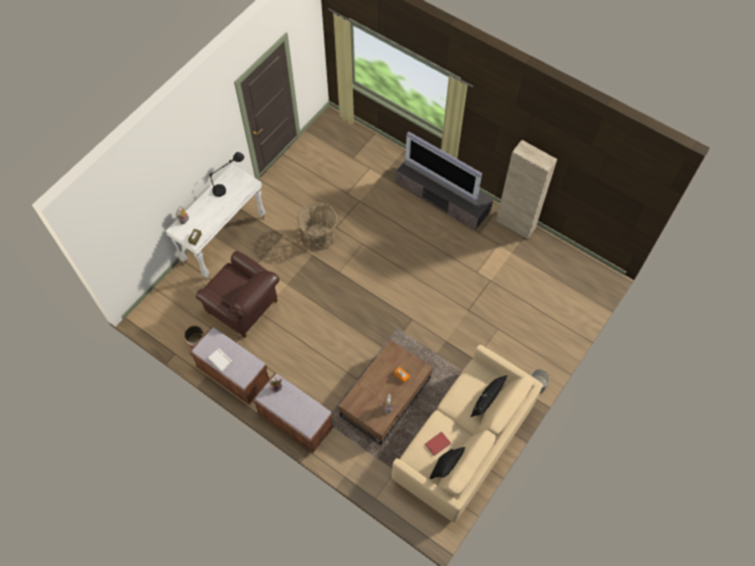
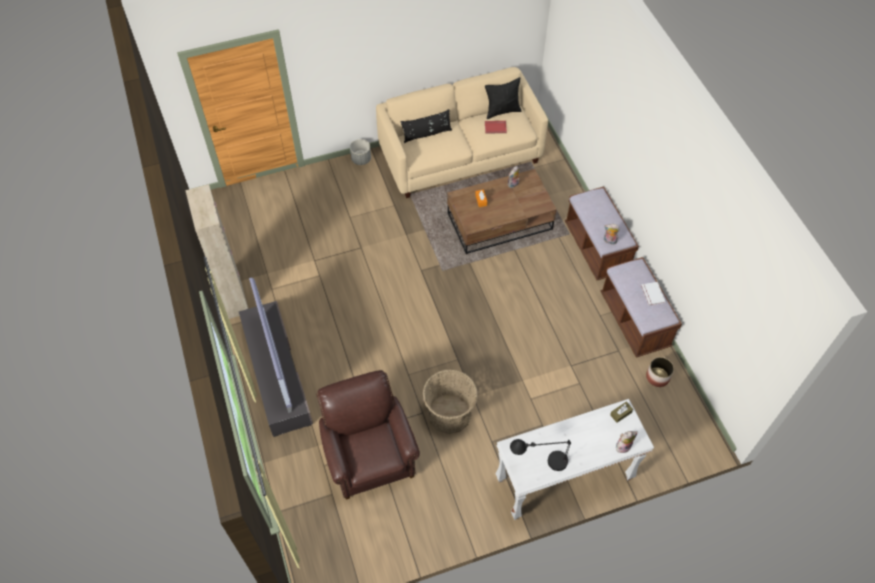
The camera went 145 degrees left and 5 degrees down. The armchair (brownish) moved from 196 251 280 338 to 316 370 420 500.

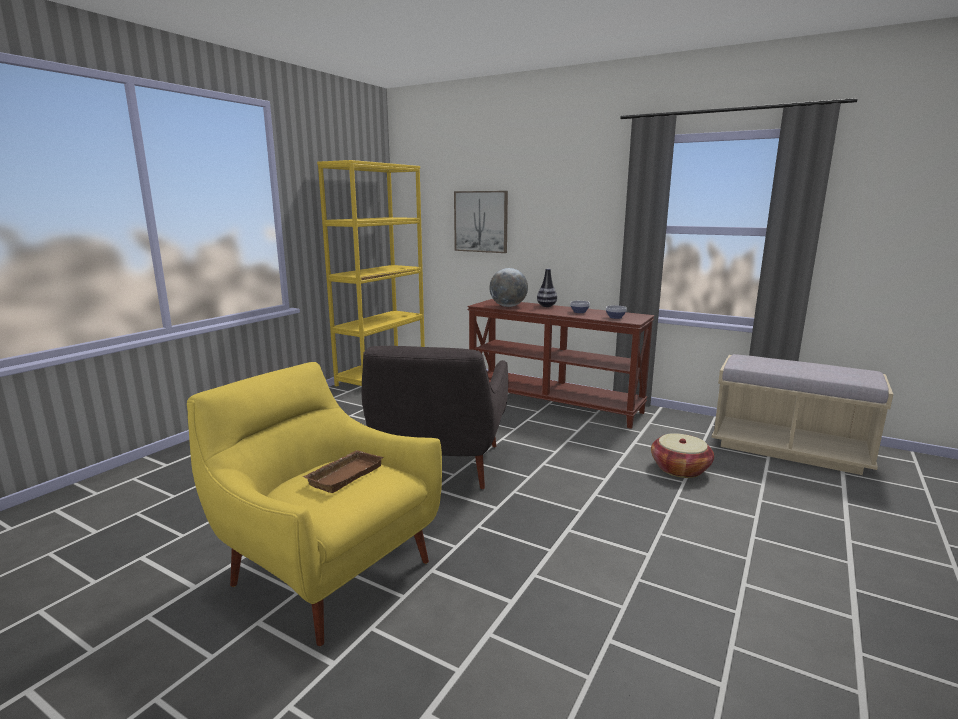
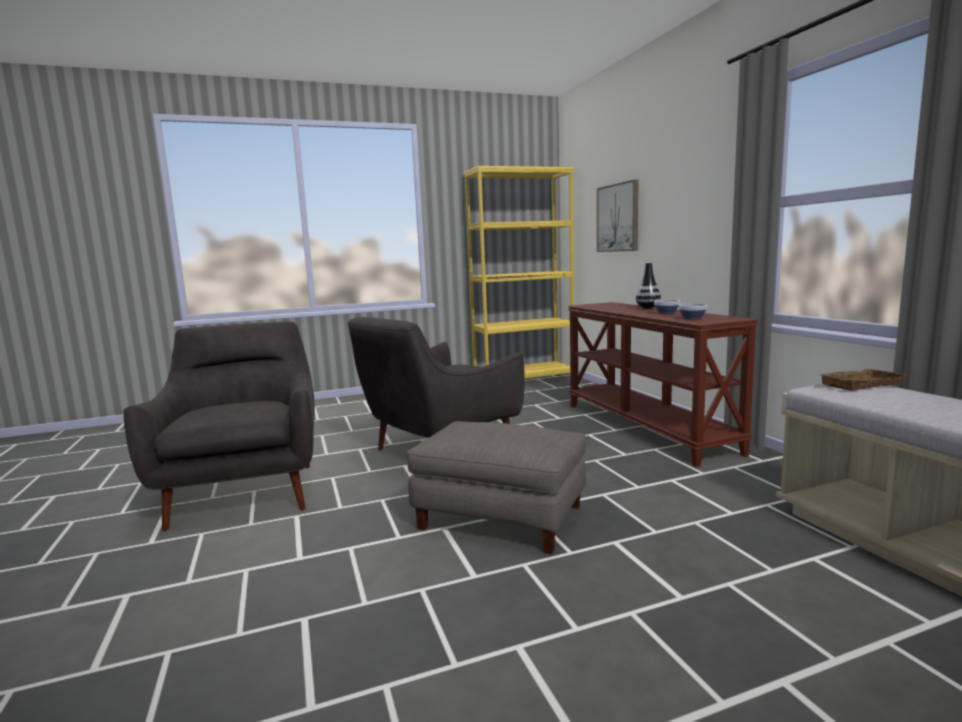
The camera went 40 degrees right and 5 degrees down. The armchair (yellow-coloured) at 187 362 442 646 became the armchair (gray) at 123 321 315 531. The serving tray (brownish) moved from 302 450 384 493 to 818 369 908 391. The world globe at 489 268 528 307 disappeared. The household basket at 651 433 714 478 disappeared. The pouffe (gray) at 407 421 586 554 appeared.

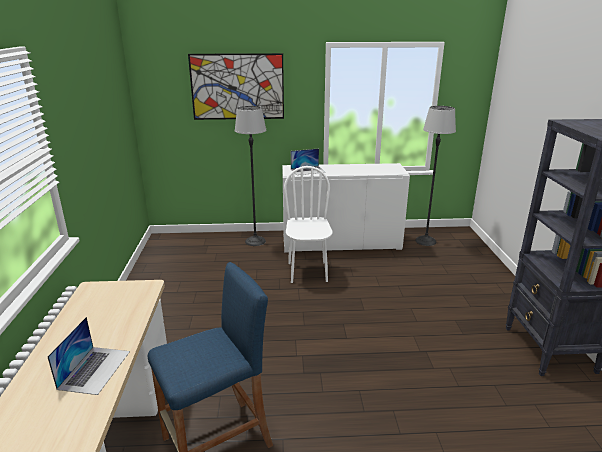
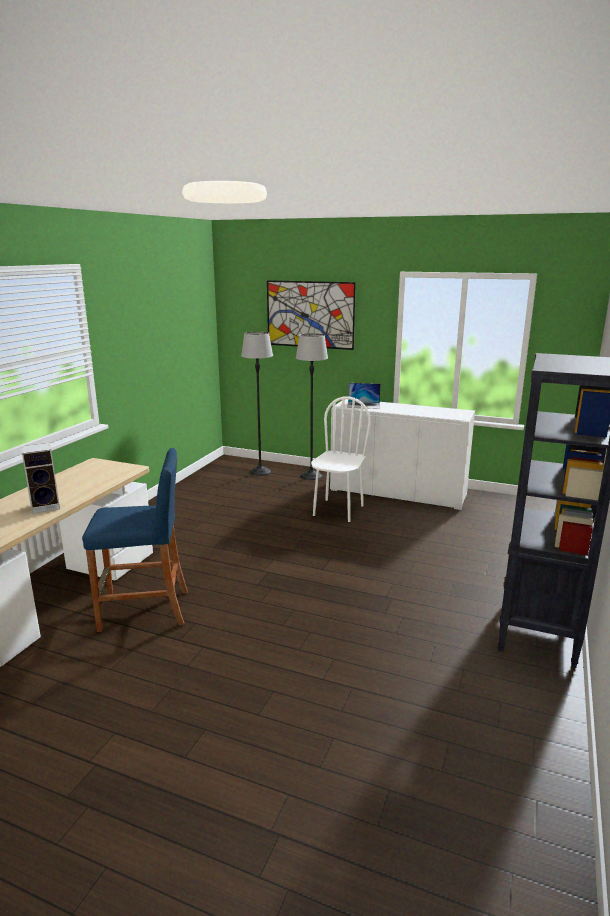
The camera went 25 degrees right and 5 degrees down. The notebook computer at 47 317 130 395 was replaced by the loudspeaker at 21 443 60 514. The floor lamp moved from 415 106 456 246 to 241 332 273 476.

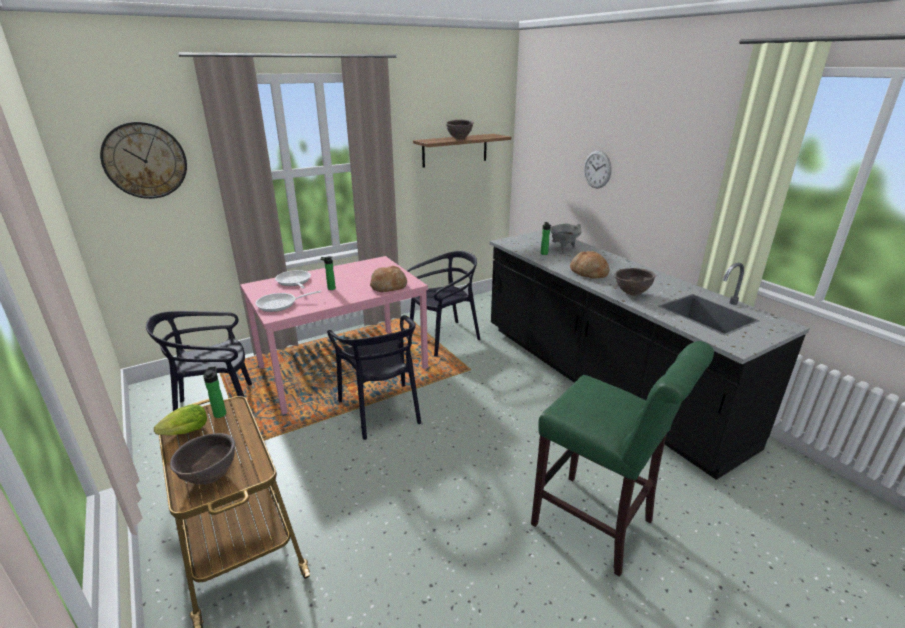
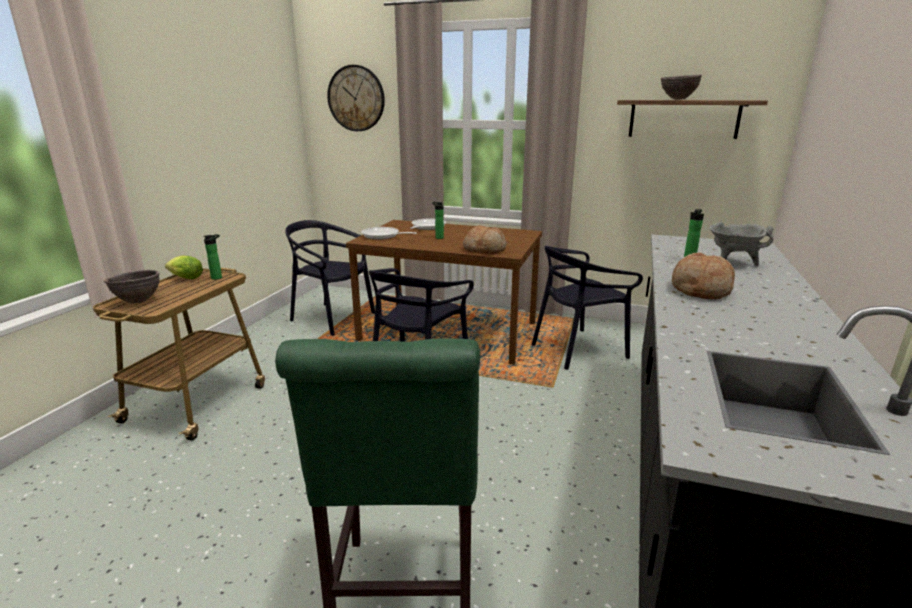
The camera went 50 degrees right and 5 degrees down. The dining table (pinkish) at 240 256 428 415 became the dining table (brownish) at 346 220 542 365. The plain chair (black) at 407 251 481 356 turned 135 degrees clockwise. The wall clock at 584 151 612 189 disappeared. The deep dish (brownish) at 615 268 656 296 disappeared.

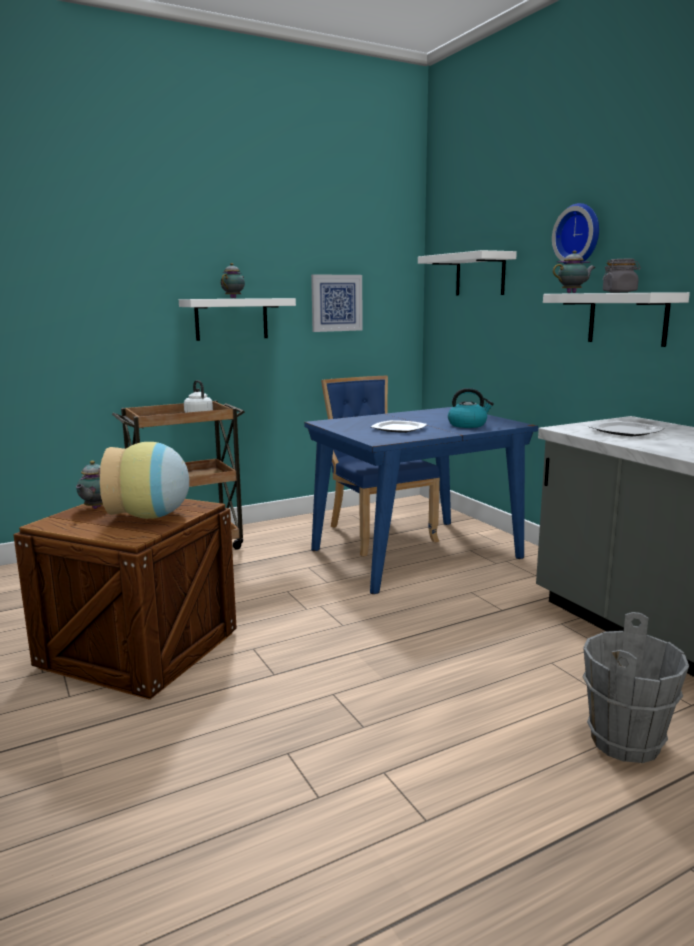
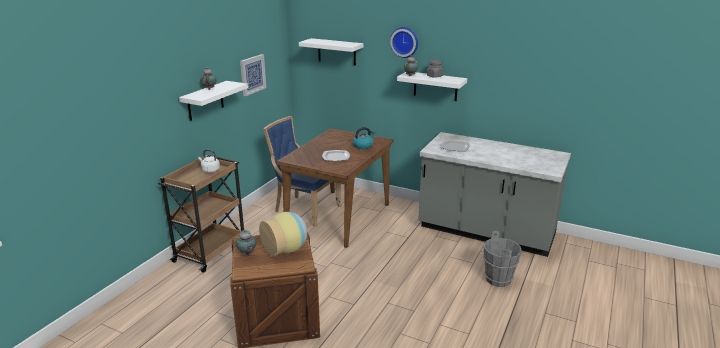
The camera went 35 degrees left and 10 degrees up. The dining table (blue) at 304 407 538 594 became the dining table (brownish) at 276 128 394 248.

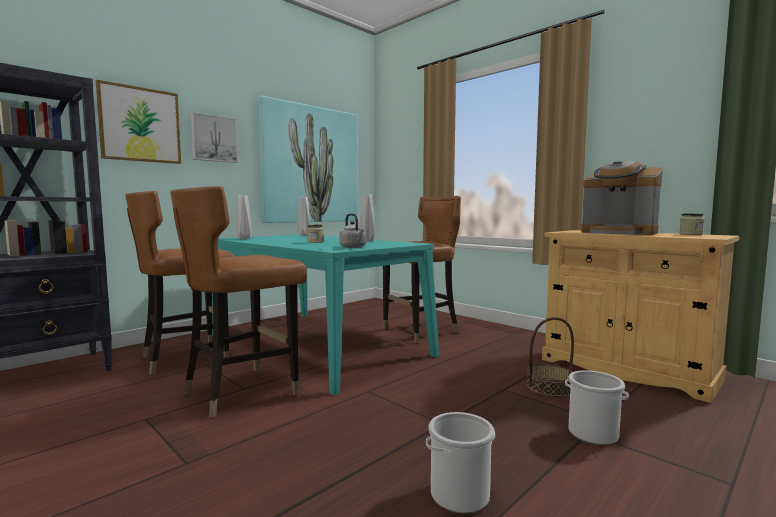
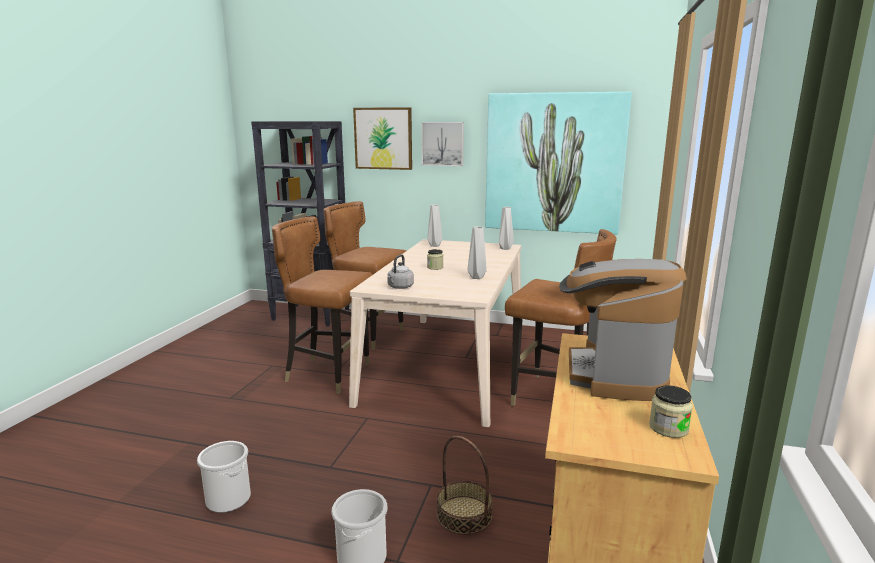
The camera went 60 degrees right and 10 degrees up. The dining table (turquoise) at 212 235 439 395 became the dining table (beige) at 349 239 521 427.

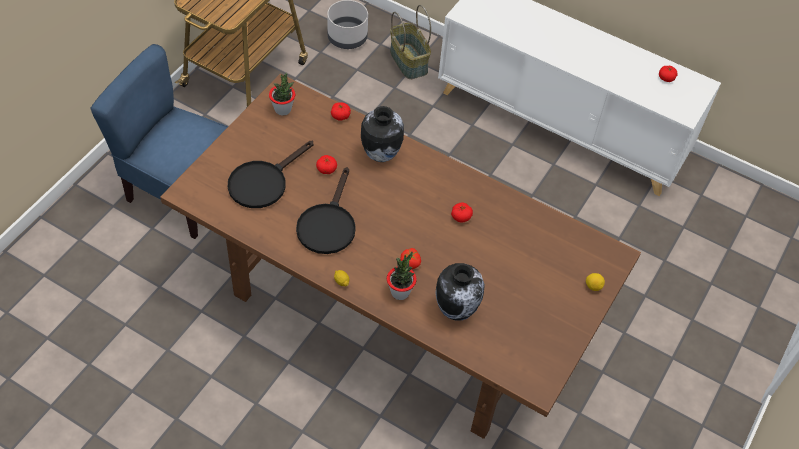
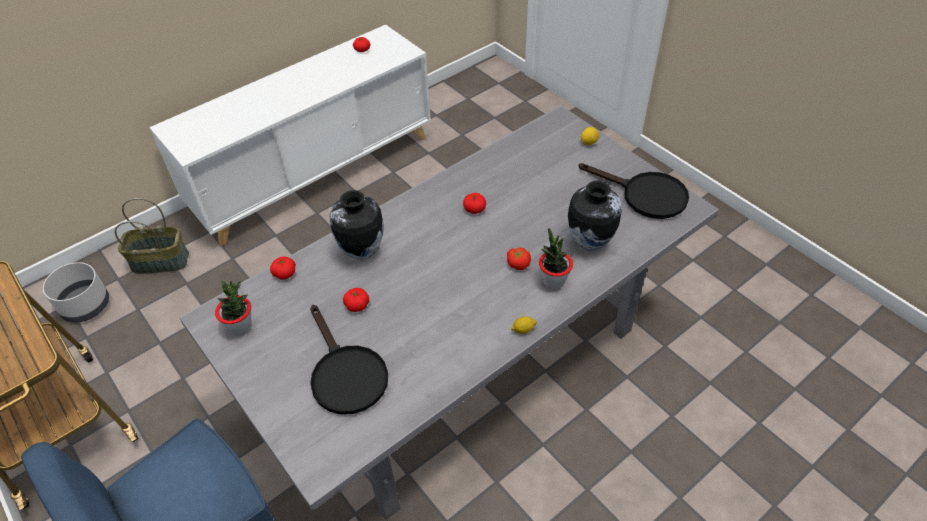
The camera went 65 degrees left and 5 degrees down. The dining table (brownish) at 160 74 641 439 became the dining table (gray) at 179 105 719 520. The pan (black) moved from 296 167 356 254 to 579 163 689 219.

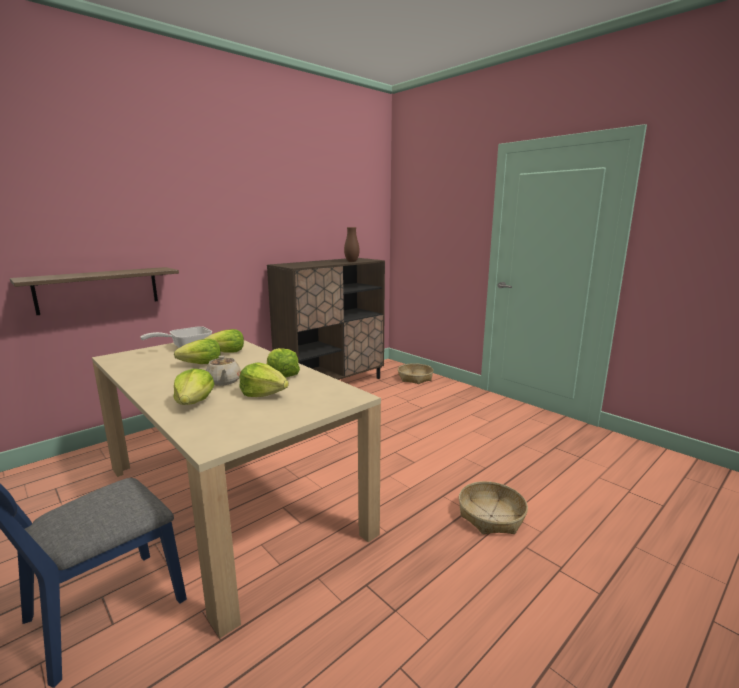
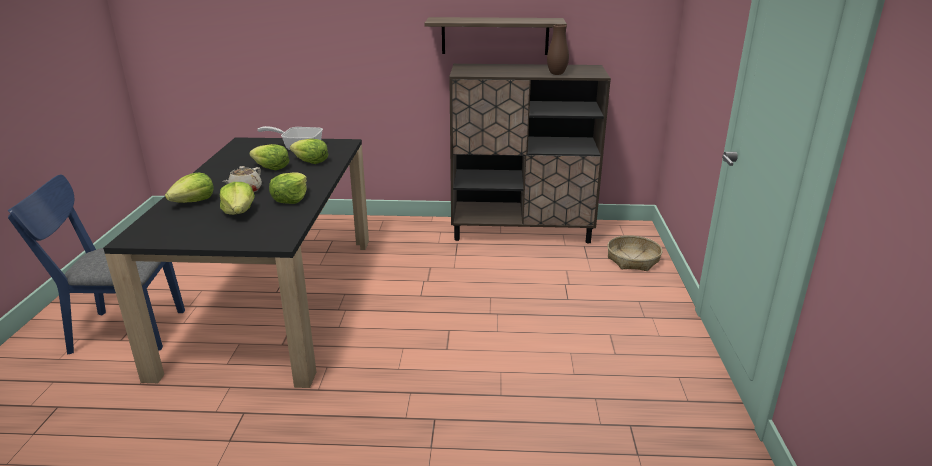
The camera went 45 degrees right and 10 degrees up. The bracket shelf moved from 10 267 179 315 to 424 17 567 55. The dining table (beige) at 92 340 381 638 became the dining table (black) at 103 137 369 388. The household basket at 459 481 528 534 disappeared.

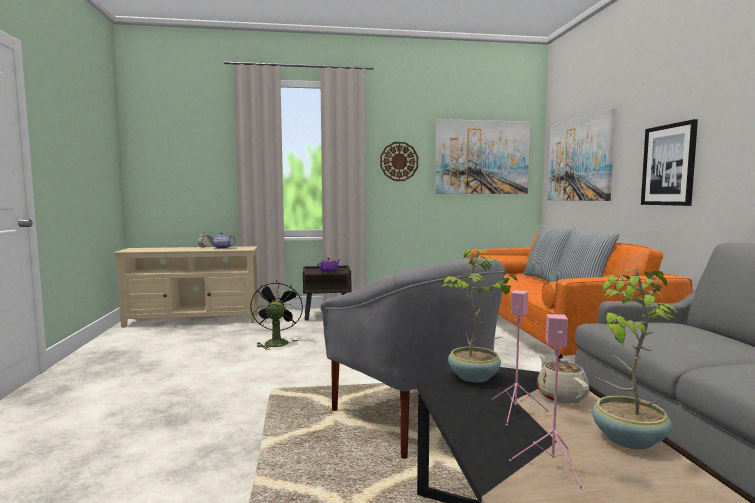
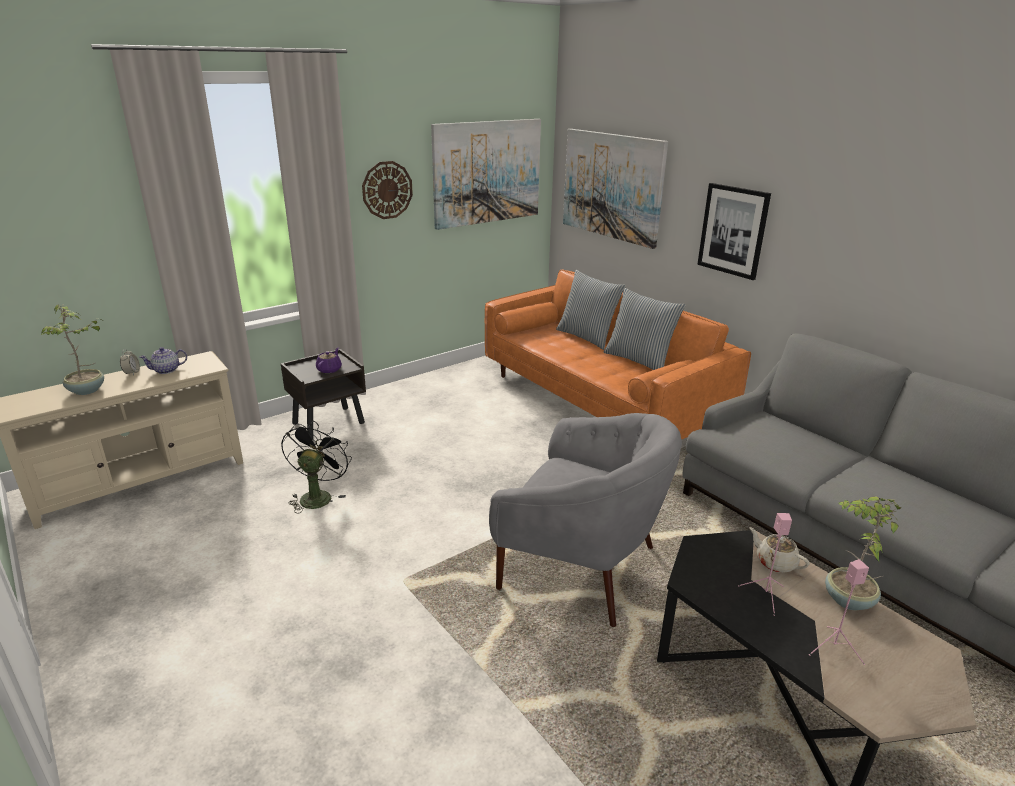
The camera went 30 degrees left and 20 degrees up. The cooling fan (black) at 250 280 303 350 turned 45 degrees clockwise. The potted plant moved from 442 249 518 383 to 40 304 104 395.

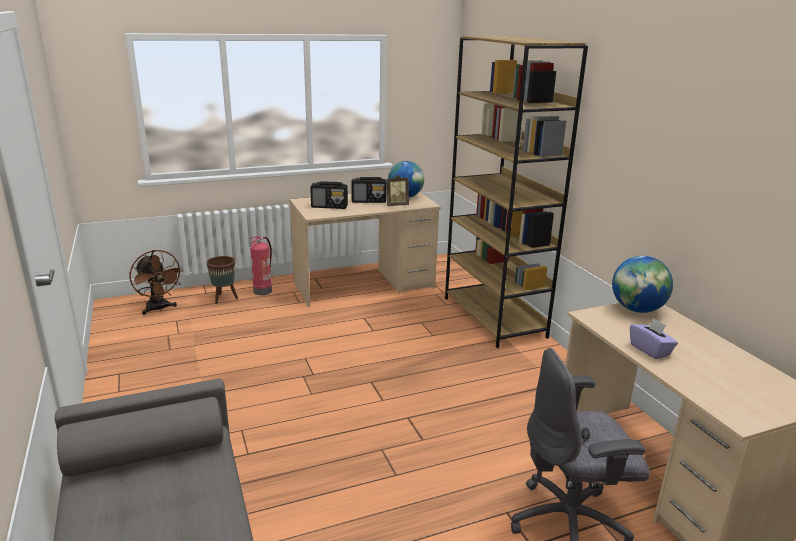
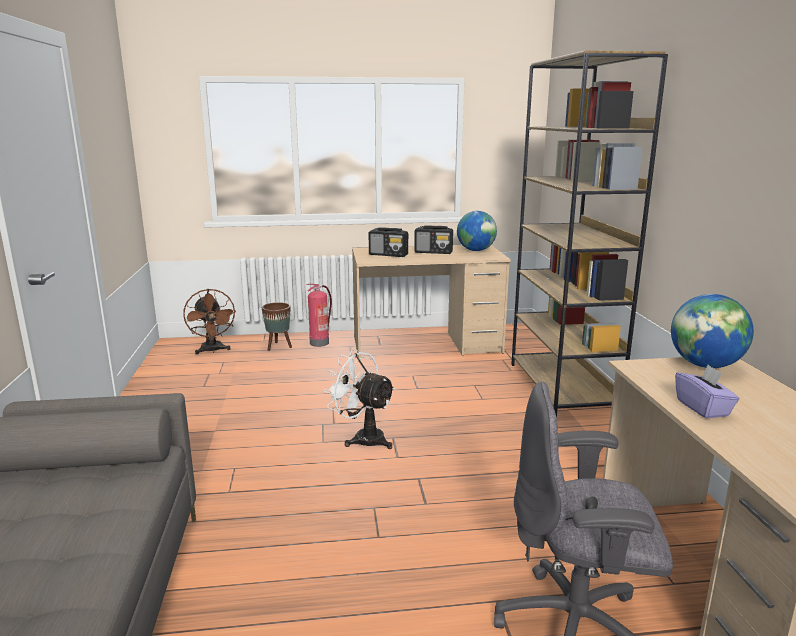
The camera went 15 degrees right and 5 degrees down. The standing frame at 387 175 409 206 disappeared. The cooling fan (white) at 323 349 395 449 appeared.

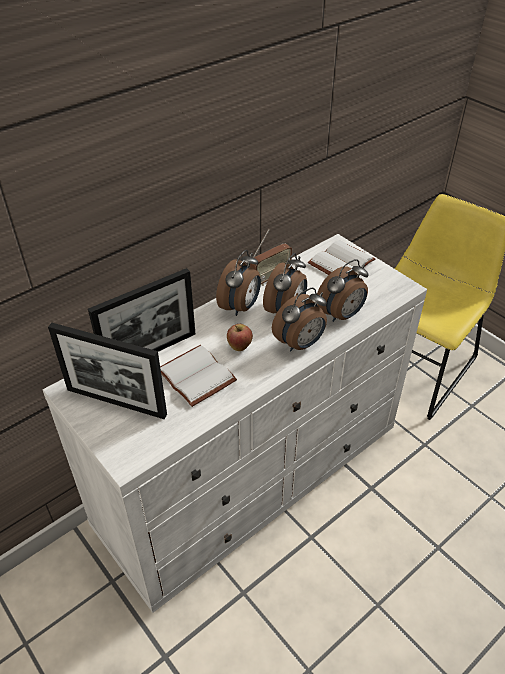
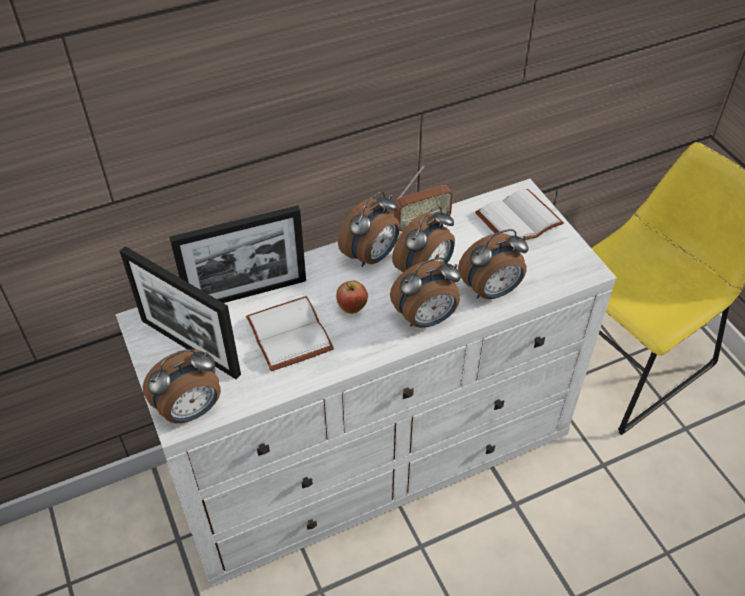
The camera went 15 degrees right and 5 degrees up. The table clock at 142 349 221 423 appeared.

